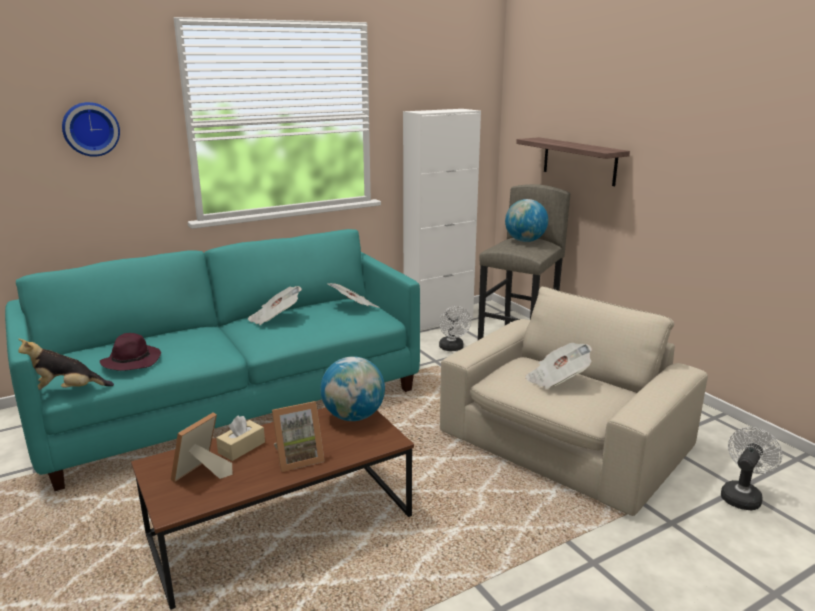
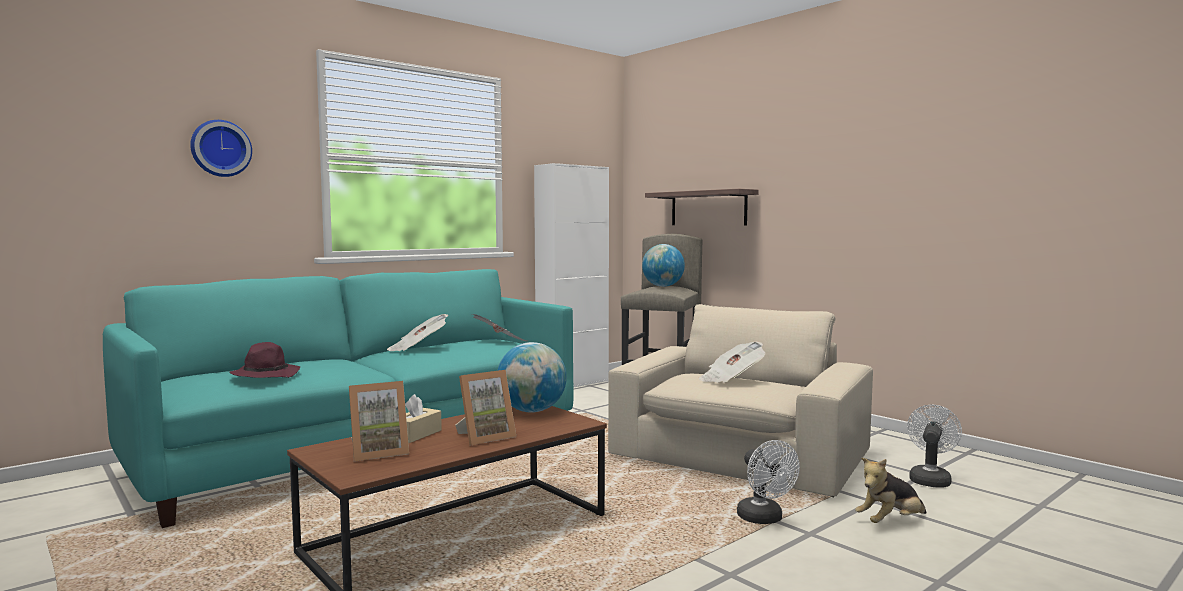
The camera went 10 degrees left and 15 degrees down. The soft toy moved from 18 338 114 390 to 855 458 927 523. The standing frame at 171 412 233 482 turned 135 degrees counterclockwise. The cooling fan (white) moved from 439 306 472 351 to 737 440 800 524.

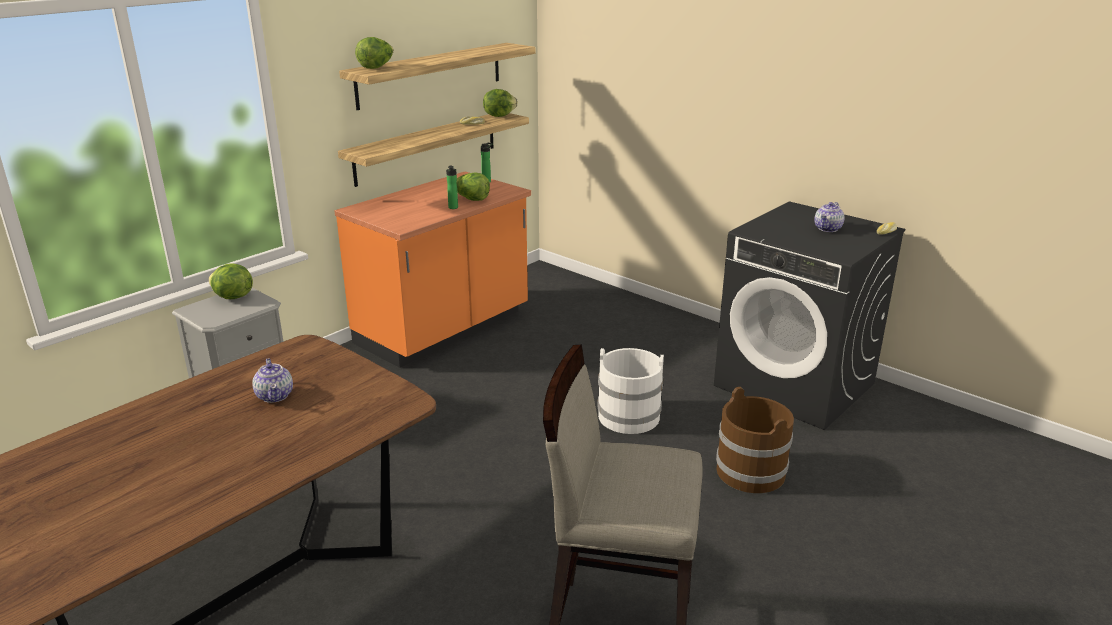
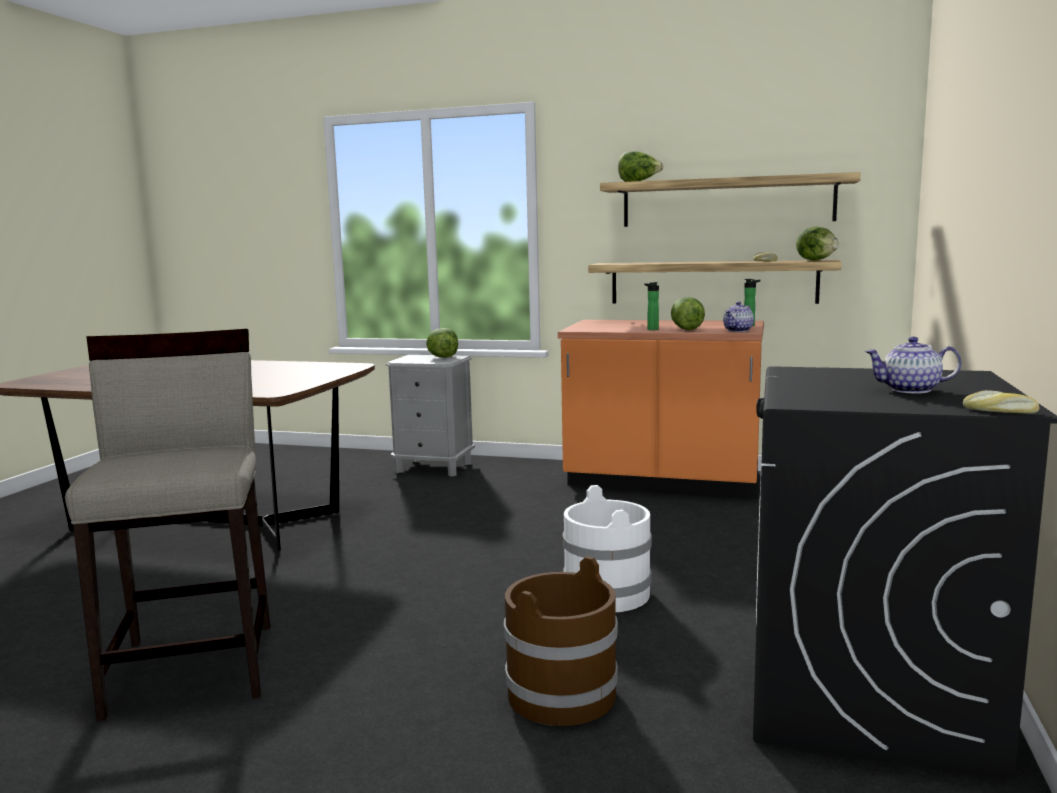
The camera went 65 degrees right and 15 degrees down. The tea pot moved from 252 358 293 403 to 723 301 754 332.

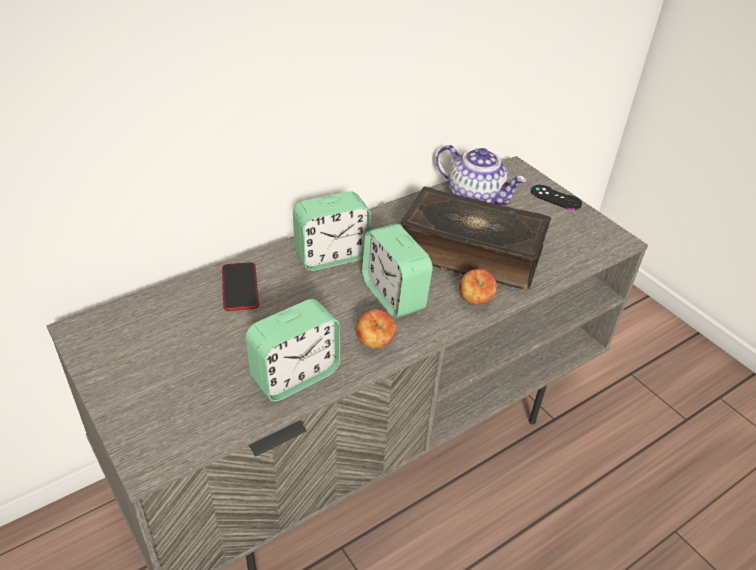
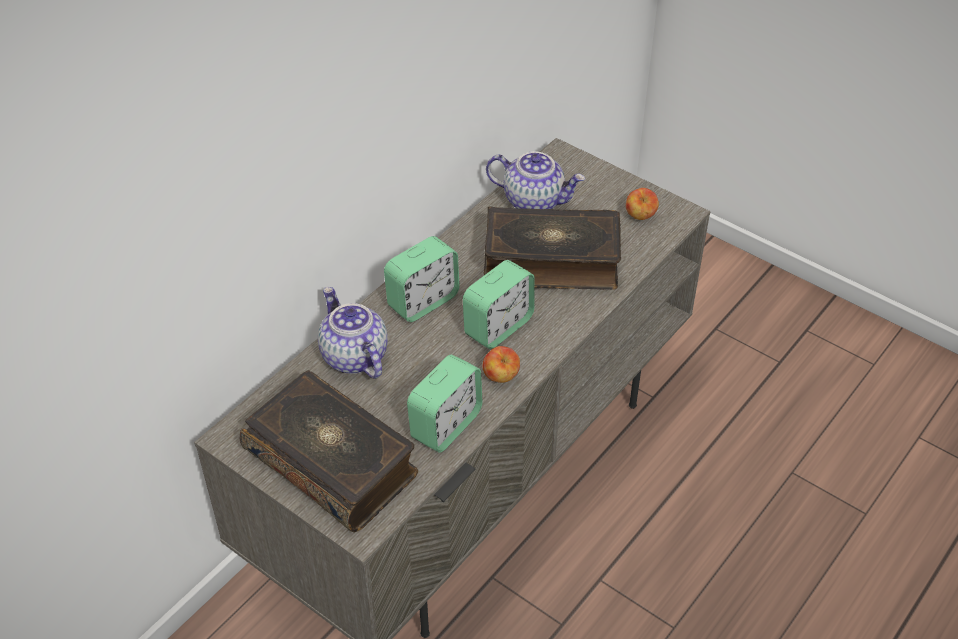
The camera went 15 degrees left and 5 degrees up. The phone at 222 262 259 311 was replaced by the tea pot at 318 287 388 379. The table clock at 362 224 433 318 turned 90 degrees counterclockwise. The whole apple moved from 459 269 497 305 to 626 188 659 220. The joypad (black) at 531 185 582 210 disappeared. The bound book at 240 370 418 532 appeared.

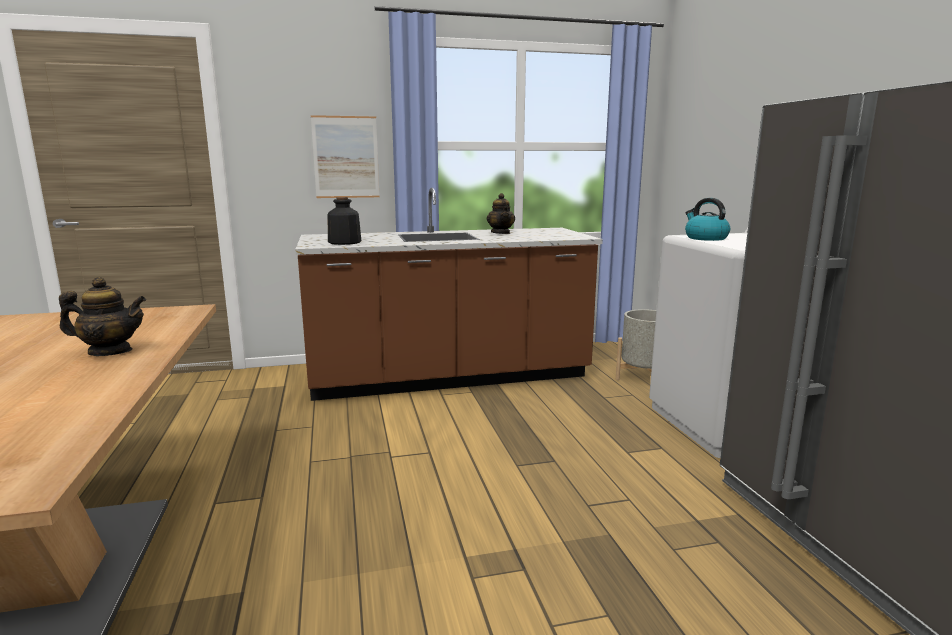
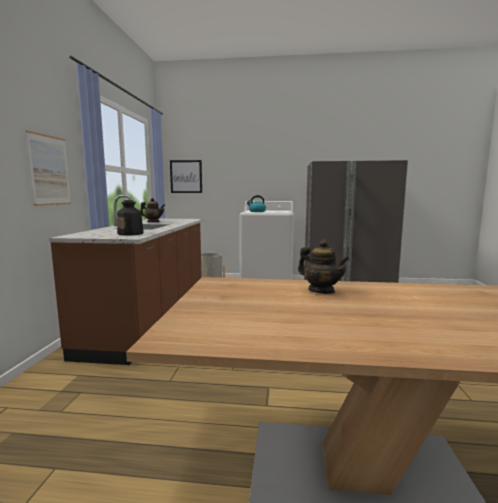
The camera went 70 degrees left and 5 degrees down. The tea pot at 59 277 146 356 turned 120 degrees clockwise. The picture at 170 160 202 193 appeared.

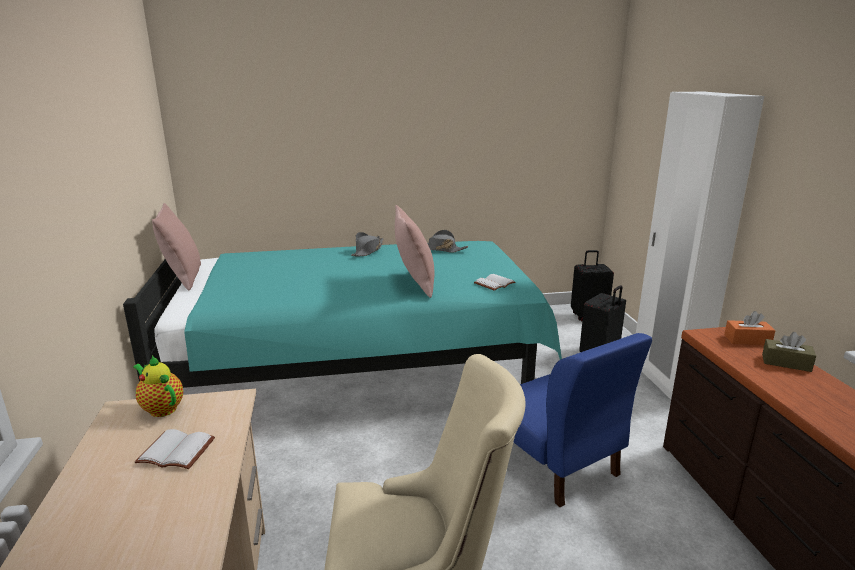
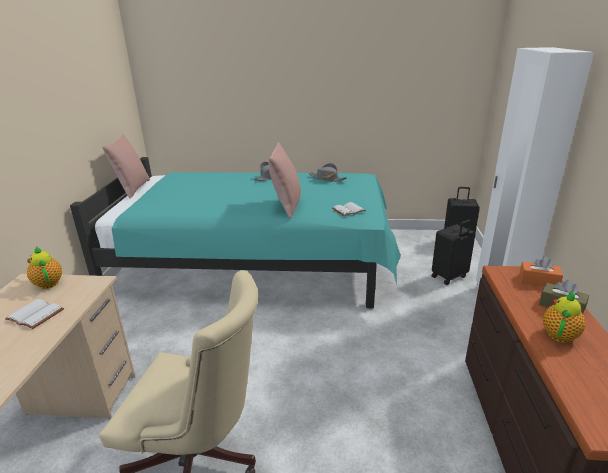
The camera went 15 degrees right and 5 degrees up. The plain chair (blue) at 514 333 652 507 disappeared. The tea pot at 543 292 586 343 appeared.

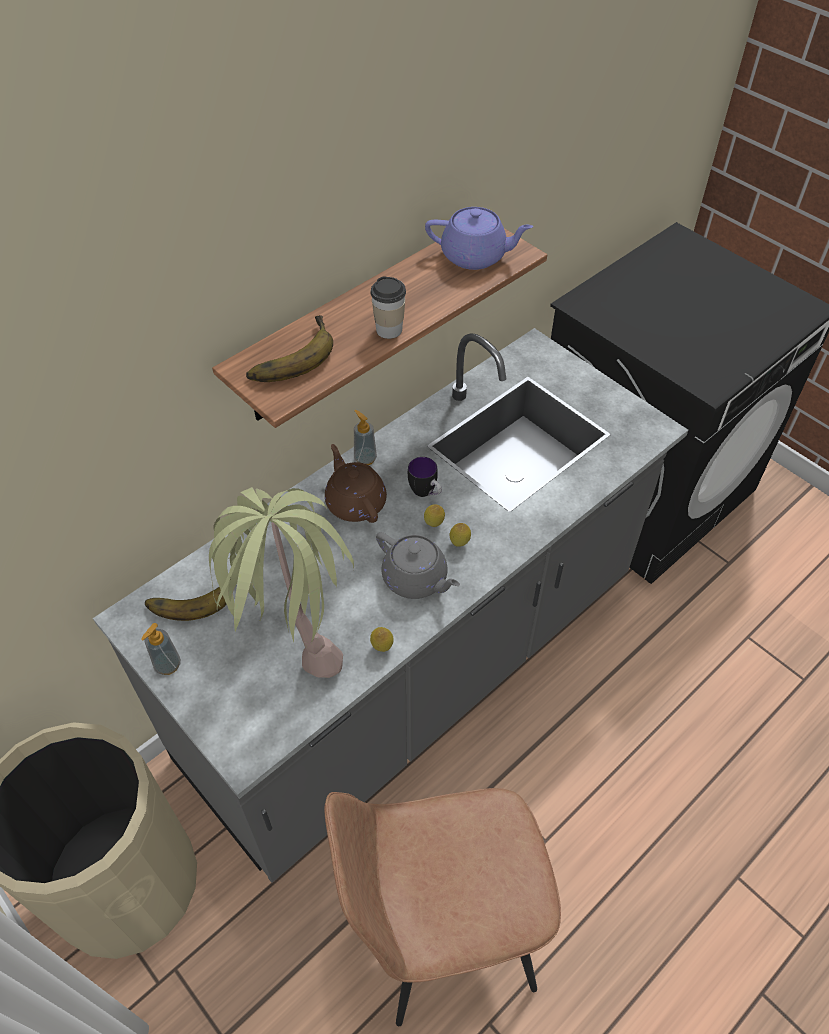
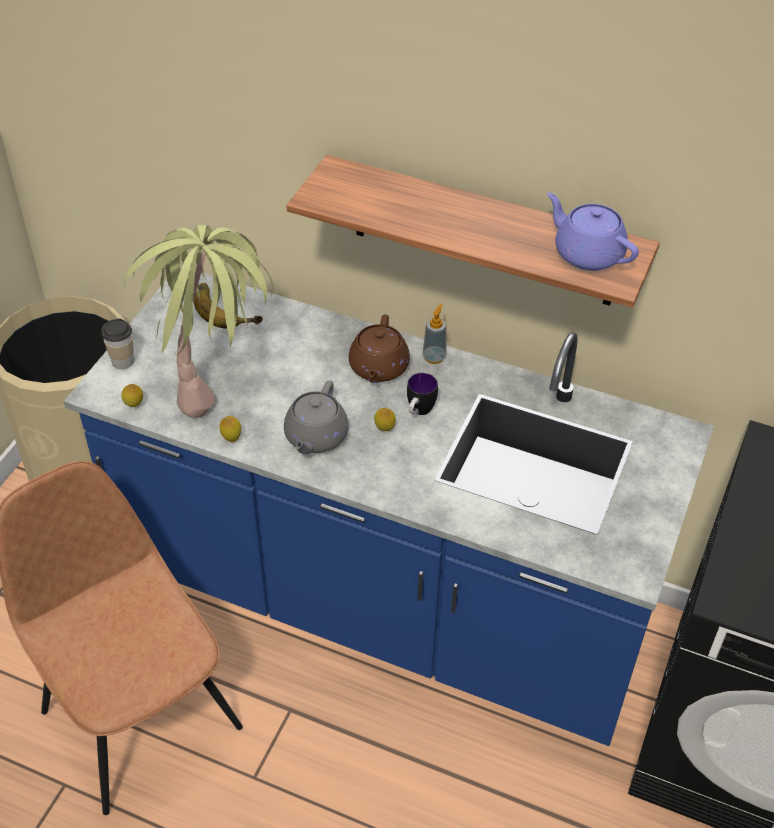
The camera went 65 degrees right and 5 degrees down. The kitchen counter (gray) at 93 328 688 883 became the kitchen counter (blue) at 63 266 714 746. The soap bottle at 141 623 181 675 disappeared. The banana fruit at 246 315 333 382 disappeared. The tea pot (brownish) at 325 444 387 523 turned 150 degrees clockwise. The cup moved from 370 276 406 339 to 101 318 134 369. The tea pot (purple) at 425 207 533 270 turned 150 degrees clockwise. The whole lemon moved from 450 523 471 547 to 121 384 143 407.

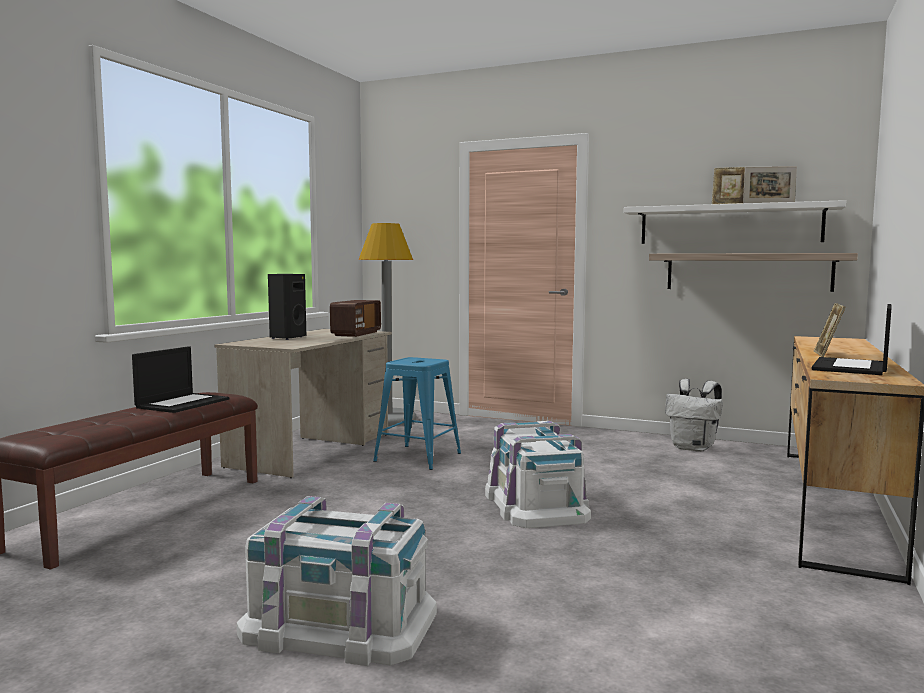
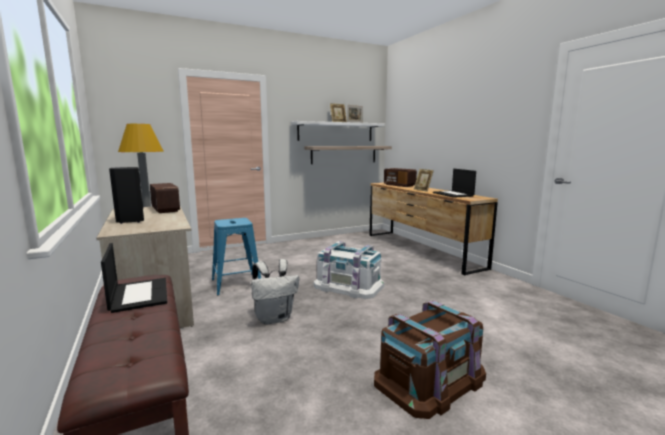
The camera went 50 degrees left and 5 degrees up. The storage container (white) at 237 496 437 666 became the storage container (brownish) at 374 300 486 419. The rucksack (white) moved from 665 379 723 452 to 251 259 299 325. The radio set at 384 168 417 187 appeared.

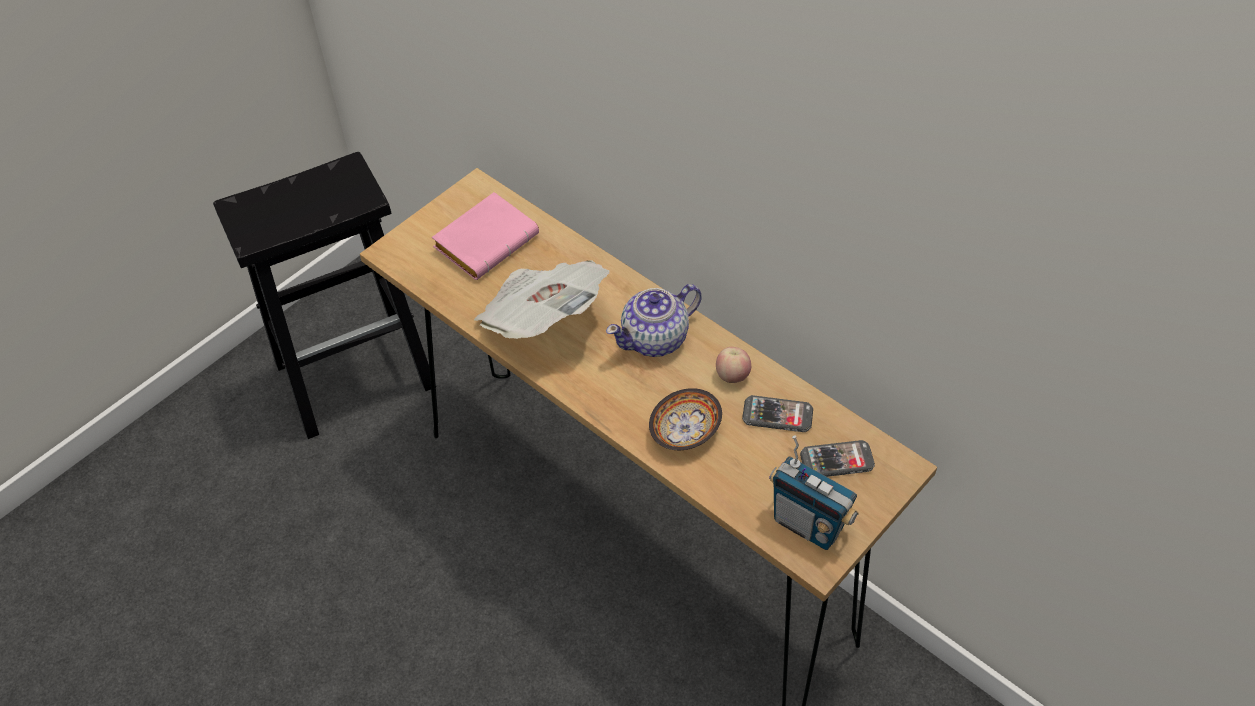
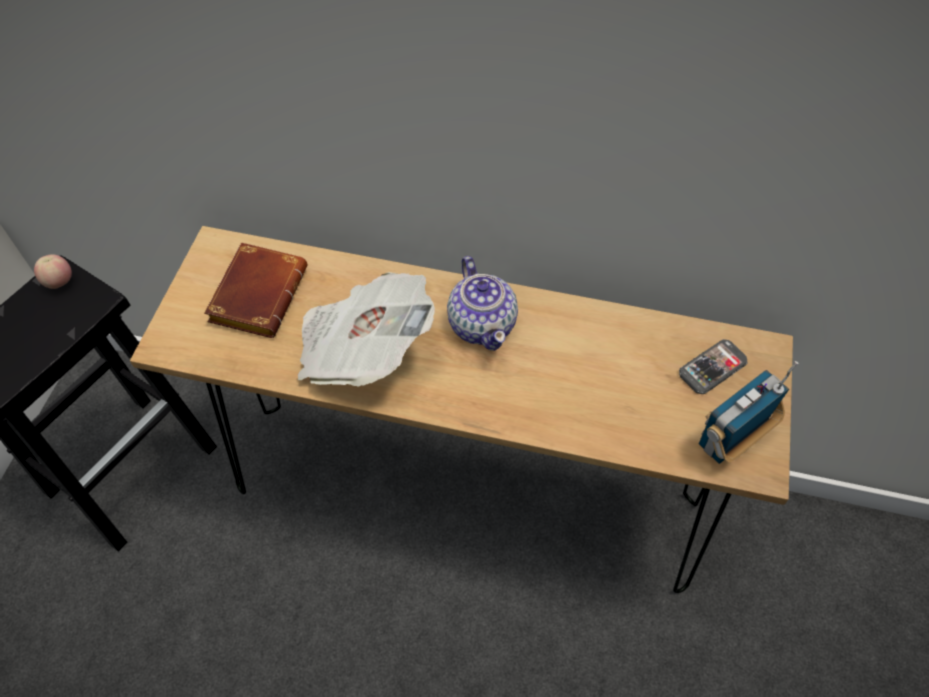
The camera went 30 degrees left and 5 degrees up. The bound book (pinkish) at 432 192 539 280 became the bound book (brownish) at 204 243 307 338. The tea pot at 606 284 702 357 turned 45 degrees counterclockwise. The deep dish at 649 388 722 450 disappeared. The whole apple moved from 716 347 751 383 to 34 255 72 289. The phone at 742 395 813 432 disappeared. The radio set at 769 435 859 550 turned 135 degrees clockwise.

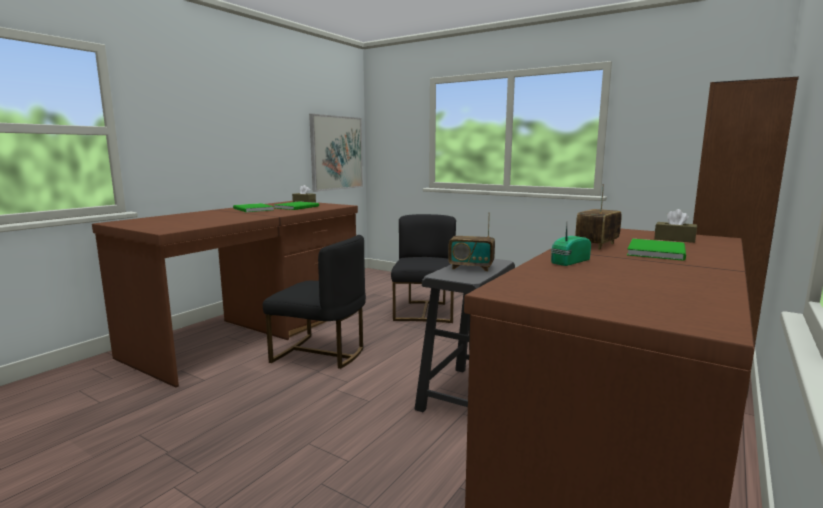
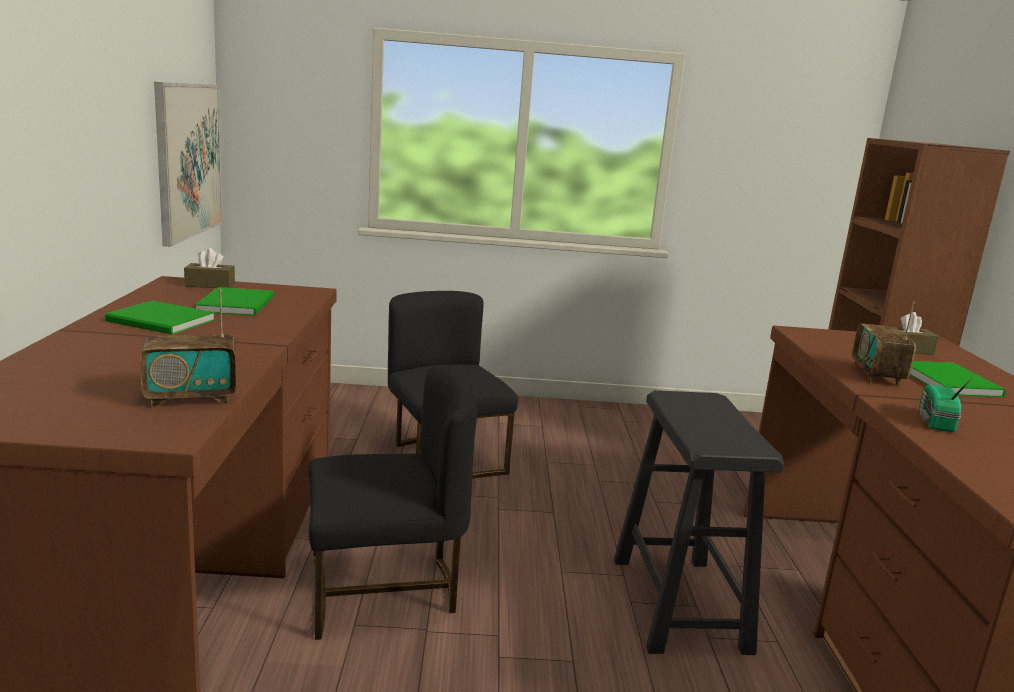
The camera went 35 degrees left and 5 degrees up. The radio set moved from 448 213 495 271 to 140 289 236 408.

